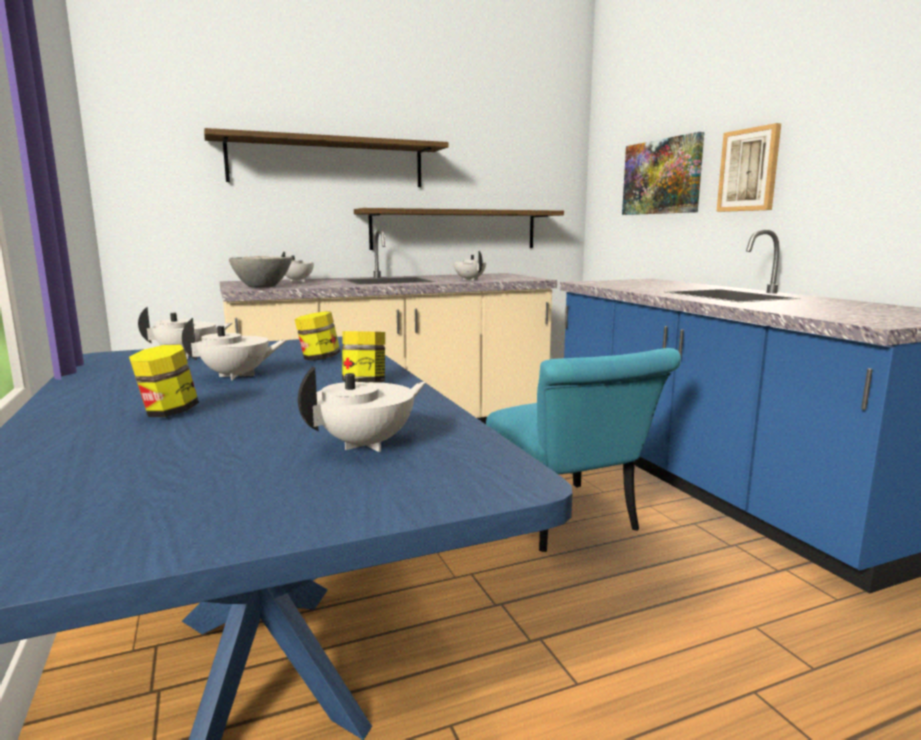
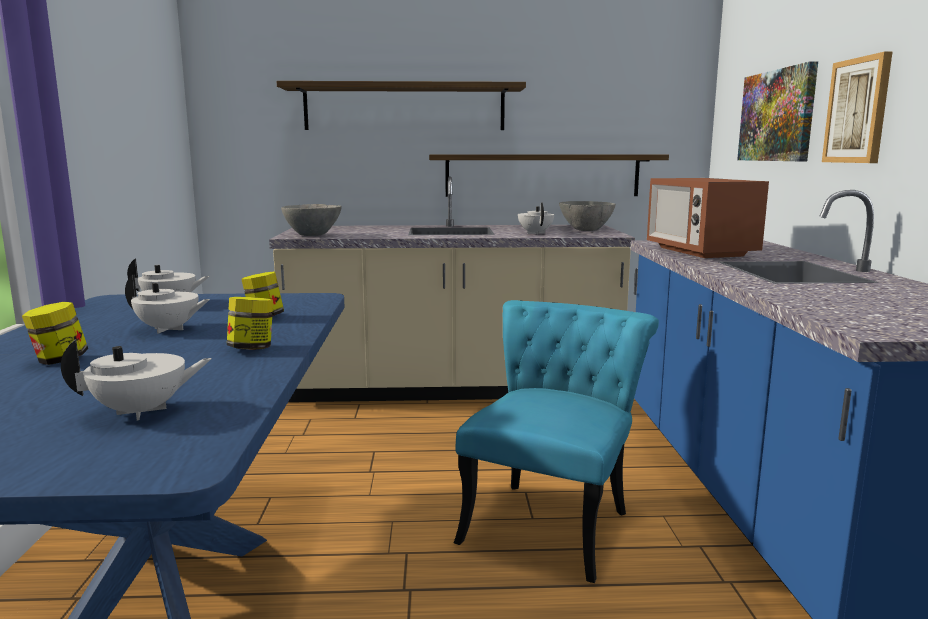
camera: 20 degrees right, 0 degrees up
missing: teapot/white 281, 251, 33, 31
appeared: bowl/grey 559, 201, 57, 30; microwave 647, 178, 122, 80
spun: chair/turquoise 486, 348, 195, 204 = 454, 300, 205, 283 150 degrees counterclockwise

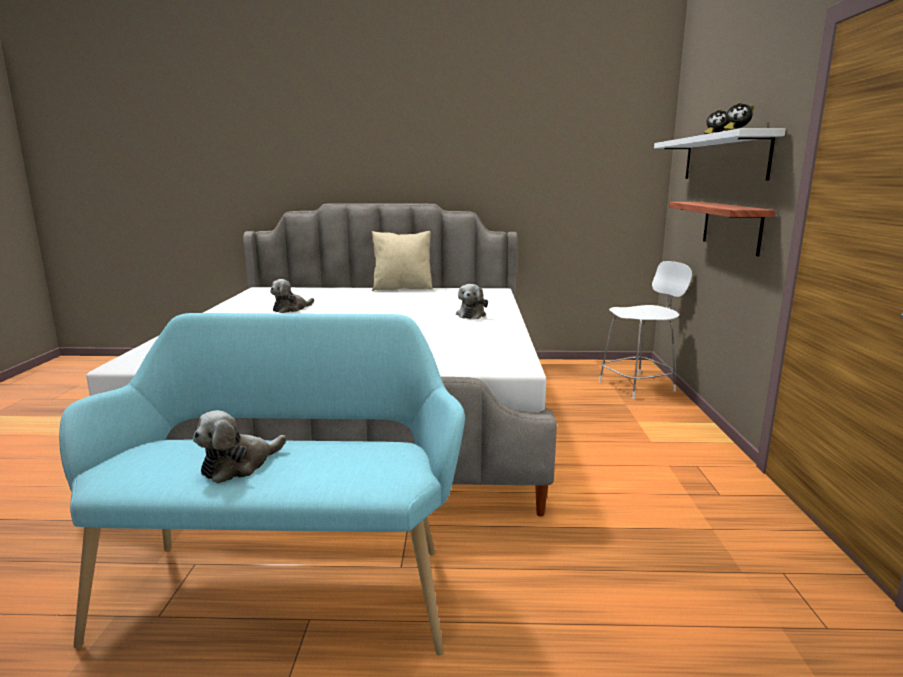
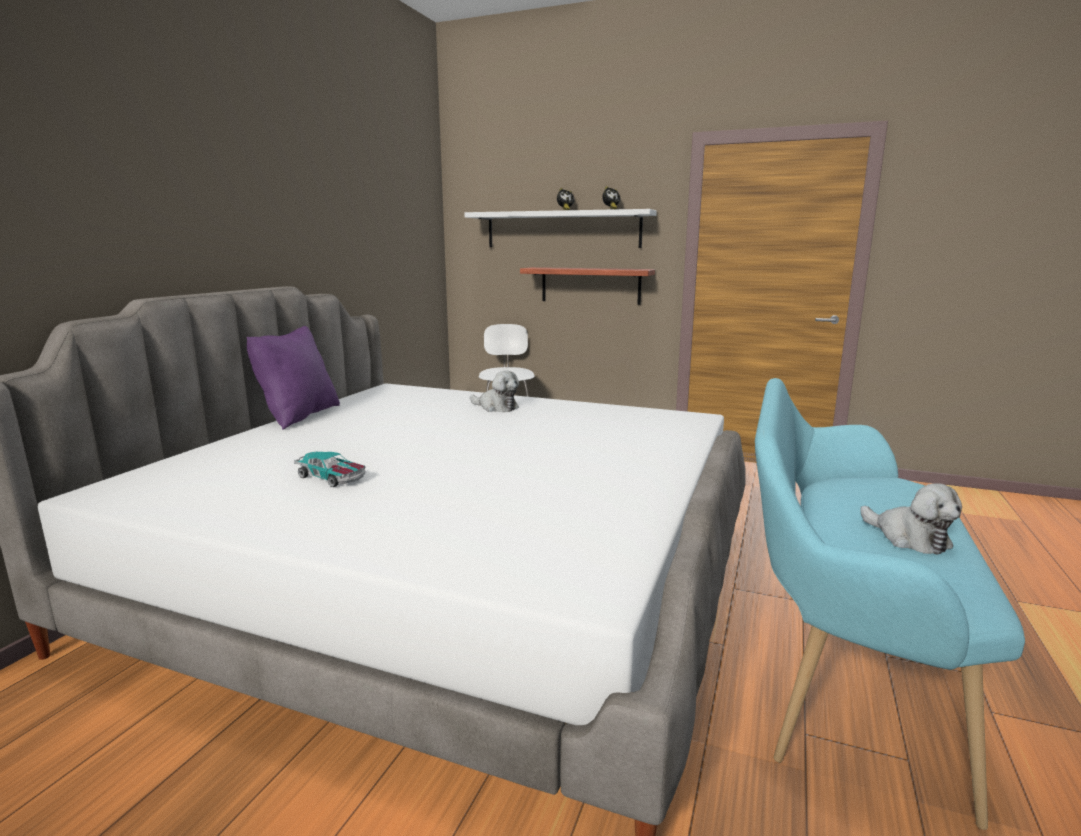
camera: 70 degrees left, 0 degrees up
exchanged: plush toy 270, 279, 44, 34 to toy car 294, 452, 72, 35
colour: pillow/beige 372, 231, 61, 60 to pillow/purple 247, 326, 93, 104

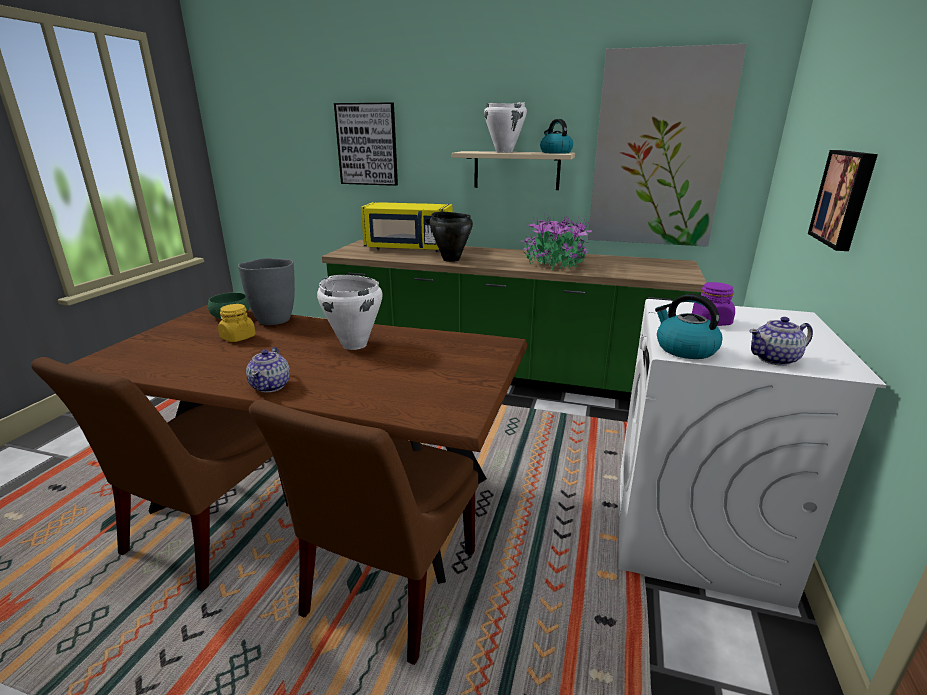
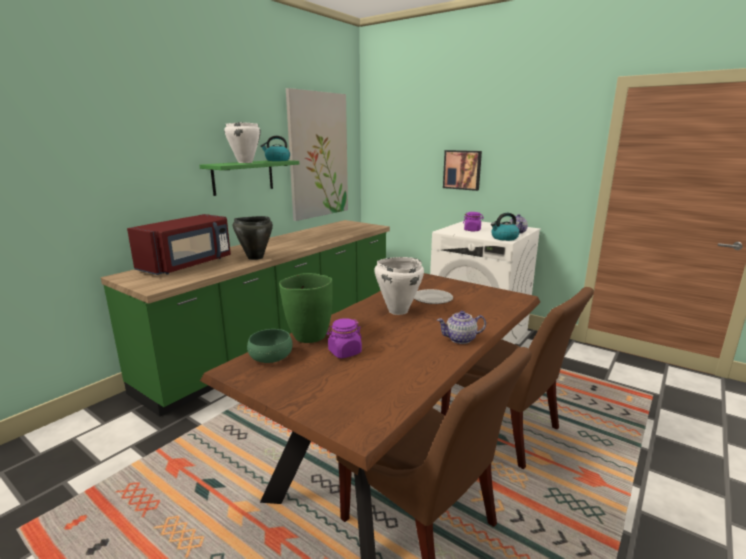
camera: 70 degrees left, 5 degrees down
missing: picture 334, 102, 64, 84; potted plant 521, 214, 71, 56
appeared: plate 414, 289, 39, 15
colour: jar/yellow 218, 304, 38, 38 to jar/purple 326, 318, 36, 40; vase/grey 238, 258, 57, 67 to vase/green 279, 273, 54, 70; microwave/yellow 361, 202, 91, 50 to microwave/red 127, 214, 104, 61; shelf/beige 451, 151, 124, 39 to shelf/green 199, 160, 100, 36
spun: teapot 246, 347, 44, 45 = 437, 311, 49, 33 150 degrees clockwise

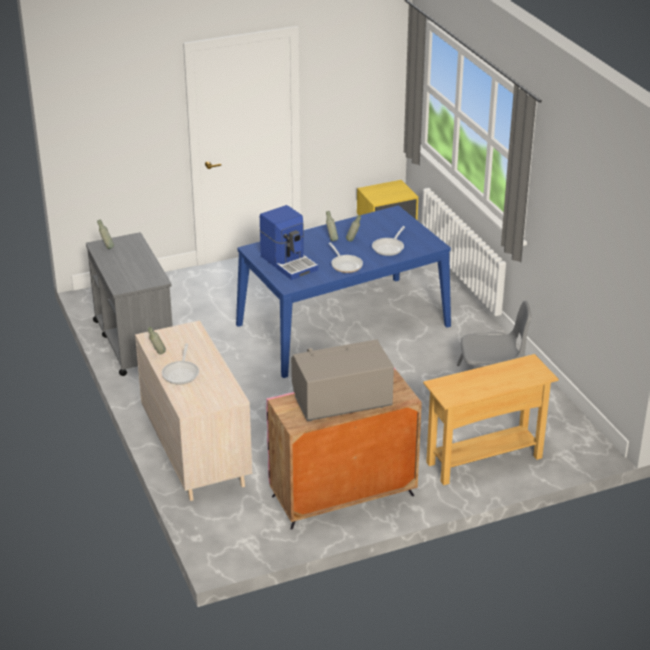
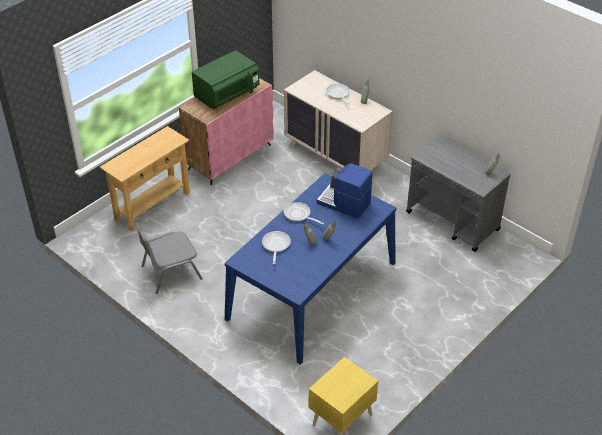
camera: 155 degrees right, 10 degrees up
colour: microwave/grey 291, 339, 103, 82 to microwave/green 192, 50, 67, 60

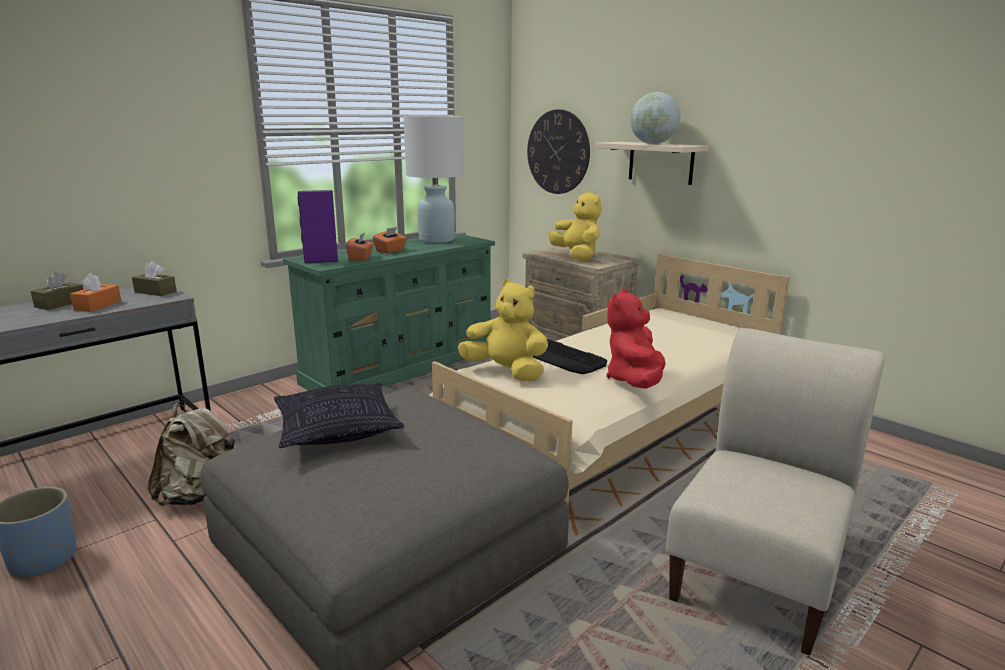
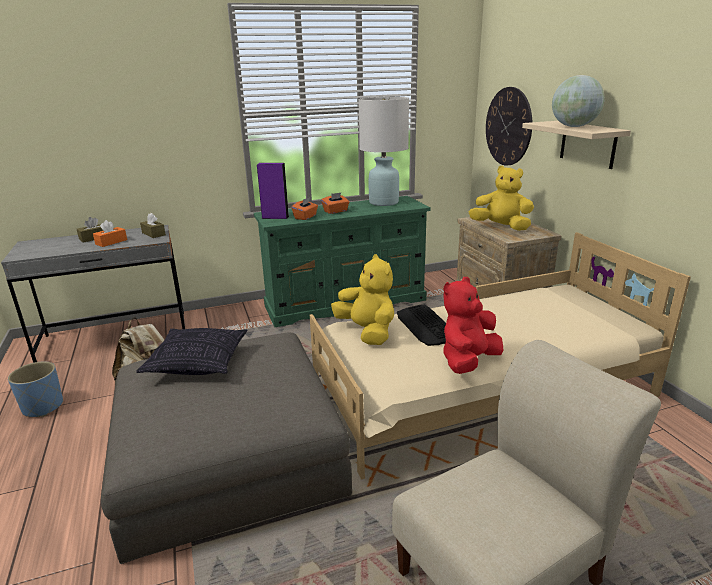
camera: 25 degrees right, 5 degrees up
spun: plush toy/yellow 548, 191, 53, 70 = 469, 165, 65, 66 60 degrees counterclockwise

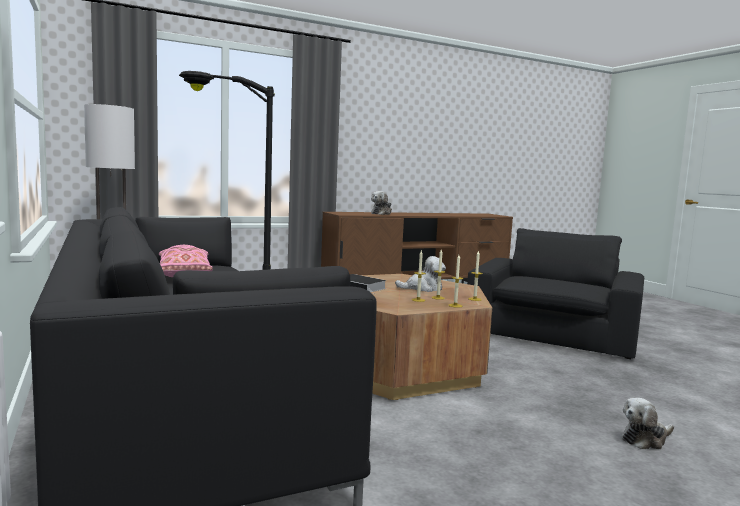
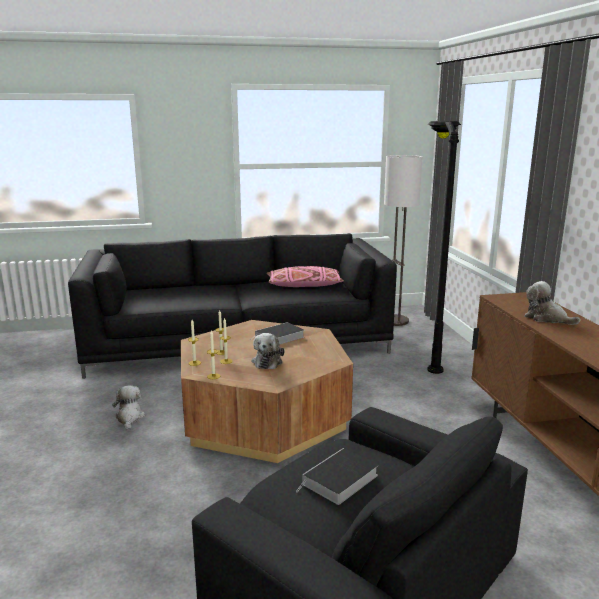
camera: 105 degrees right, 10 degrees up
appeared: book 296, 448, 82, 57
relocated: plush toy 622, 398, 52, 51 to 112, 386, 33, 44

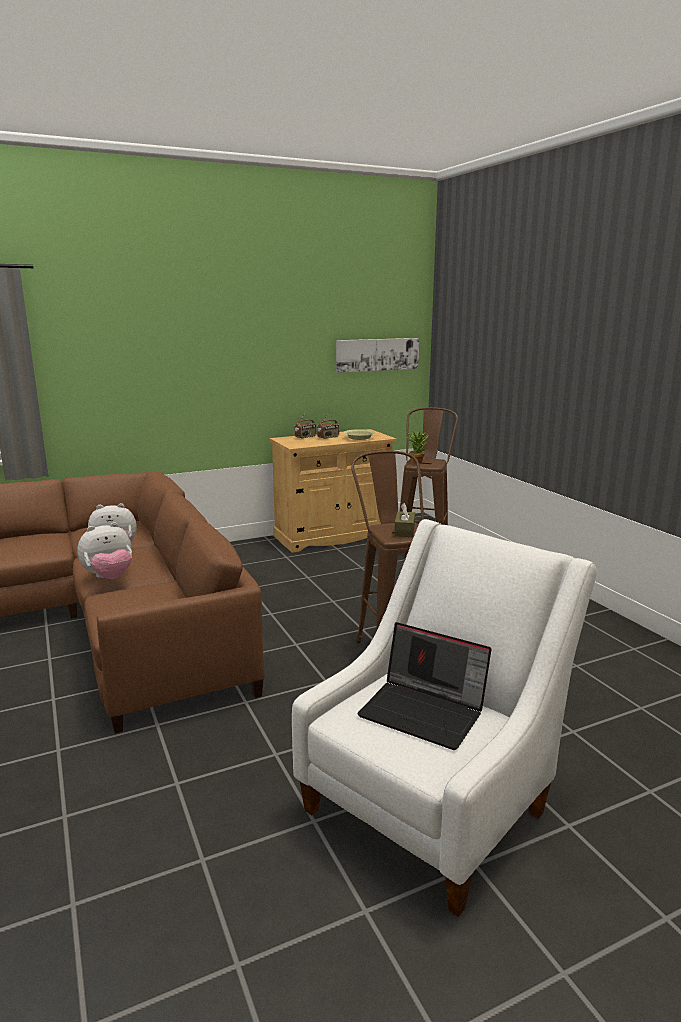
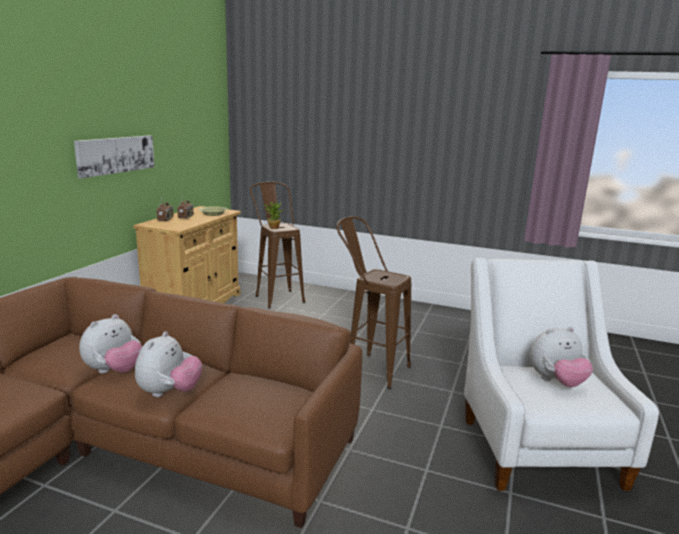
camera: 45 degrees left, 0 degrees up
missing: tissue box/brown 394, 503, 21, 34
relocated: picture 336, 338, 83, 35 to 74, 135, 81, 43
exchanged: laptop 357, 622, 135, 128 to plush toy 530, 327, 63, 60

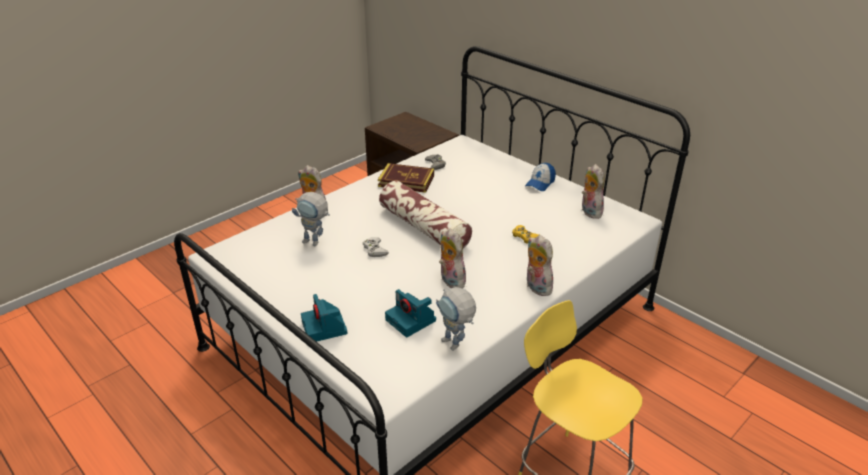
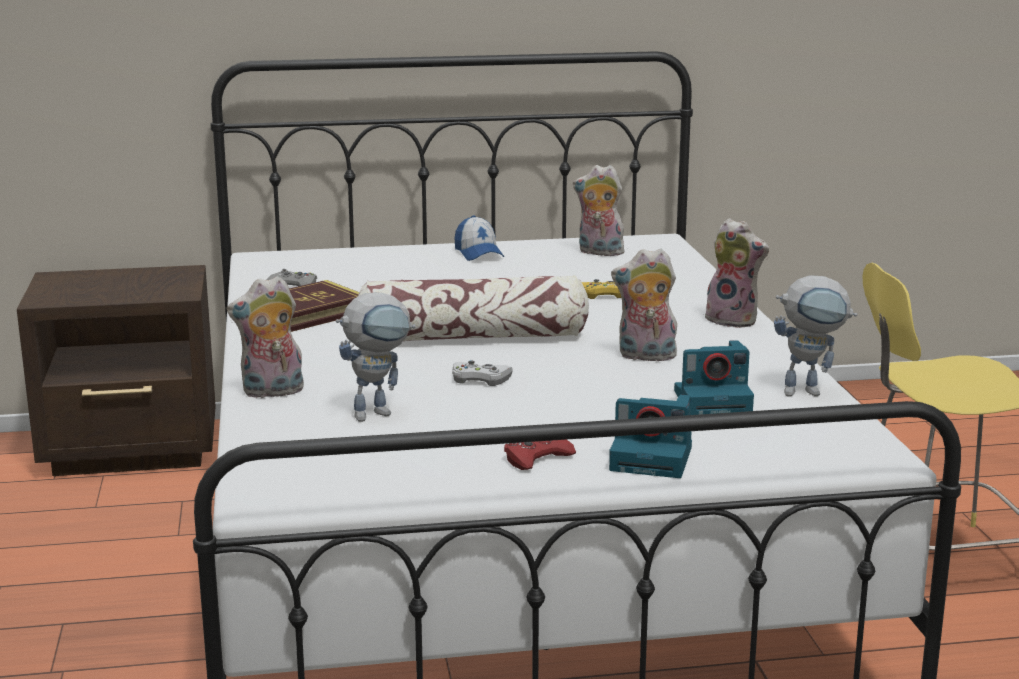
camera: 55 degrees left, 15 degrees down
appeared: game controller/red 504, 440, 72, 30
spun: plush toy 527, 235, 26, 61 = 705, 218, 64, 110 150 degrees counterclockwise

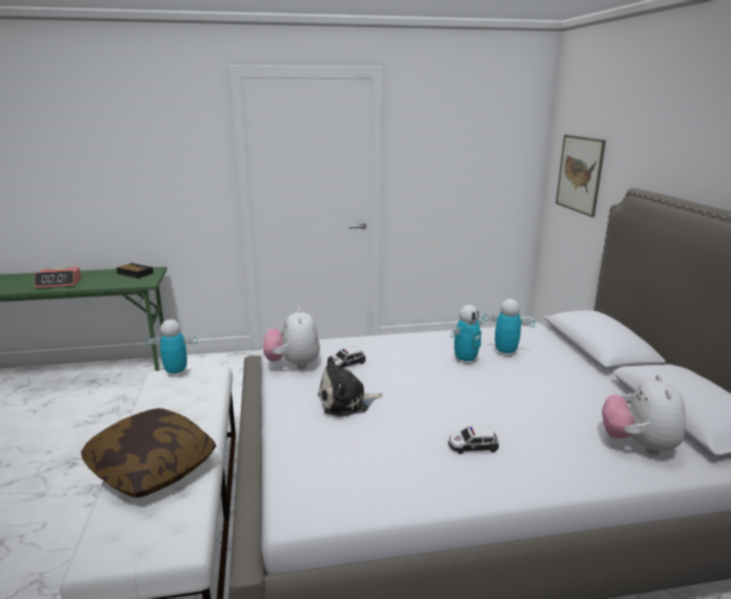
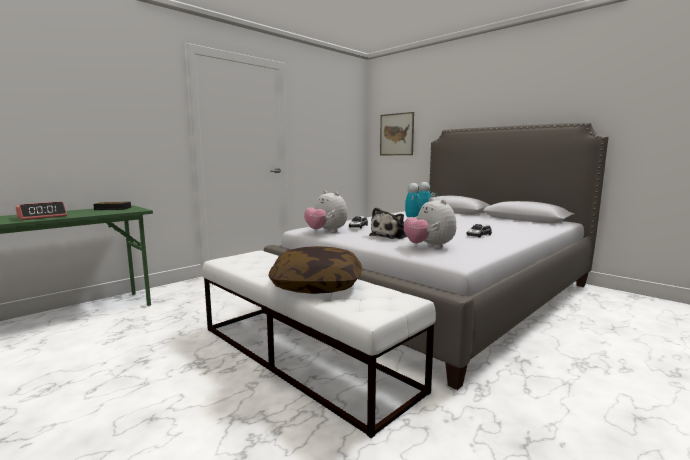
camera: 35 degrees left, 10 degrees down
missing: toy robot 146, 319, 52, 57
relocated: plush toy 602, 374, 84, 81 to 404, 198, 52, 51

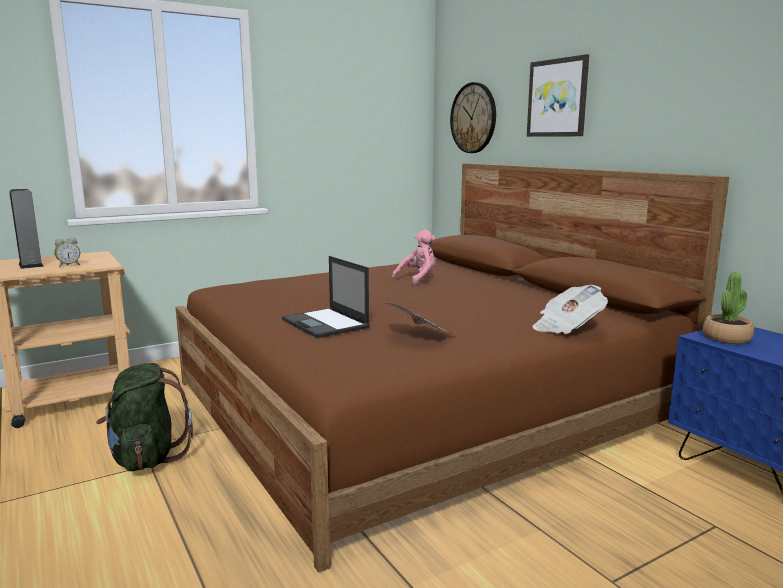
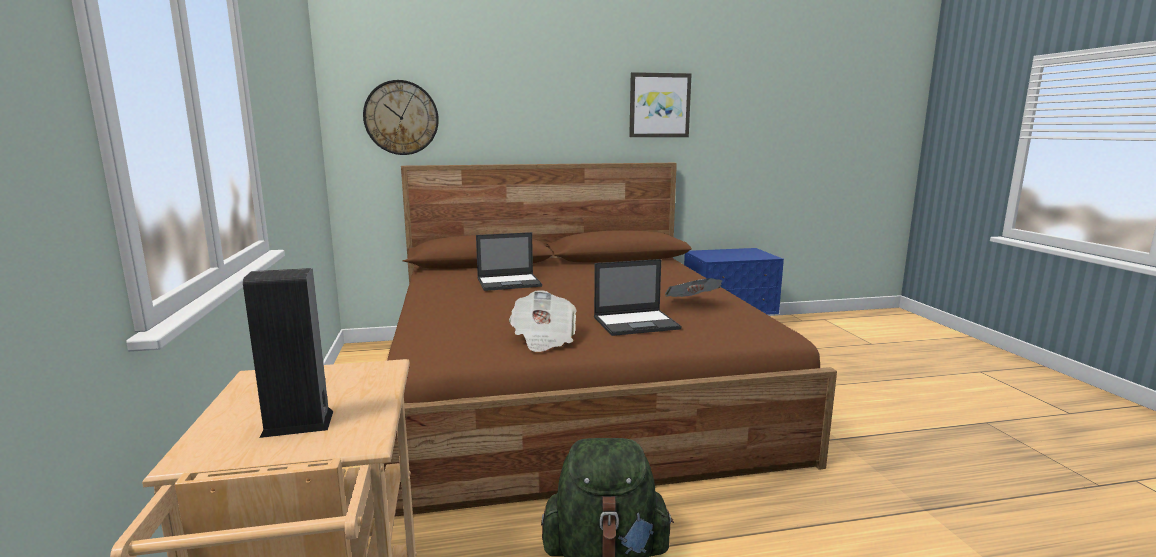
camera: 70 degrees left, 0 degrees up
missing: alarm clock 55, 238, 25, 29; potted plant 703, 272, 51, 72
relocated: picture 527, 54, 62, 83 to 629, 72, 63, 65; newspaper 532, 285, 76, 49 to 509, 290, 68, 62
exchanged: plush toy/pink 392, 230, 44, 55 to laptop 476, 232, 66, 59

